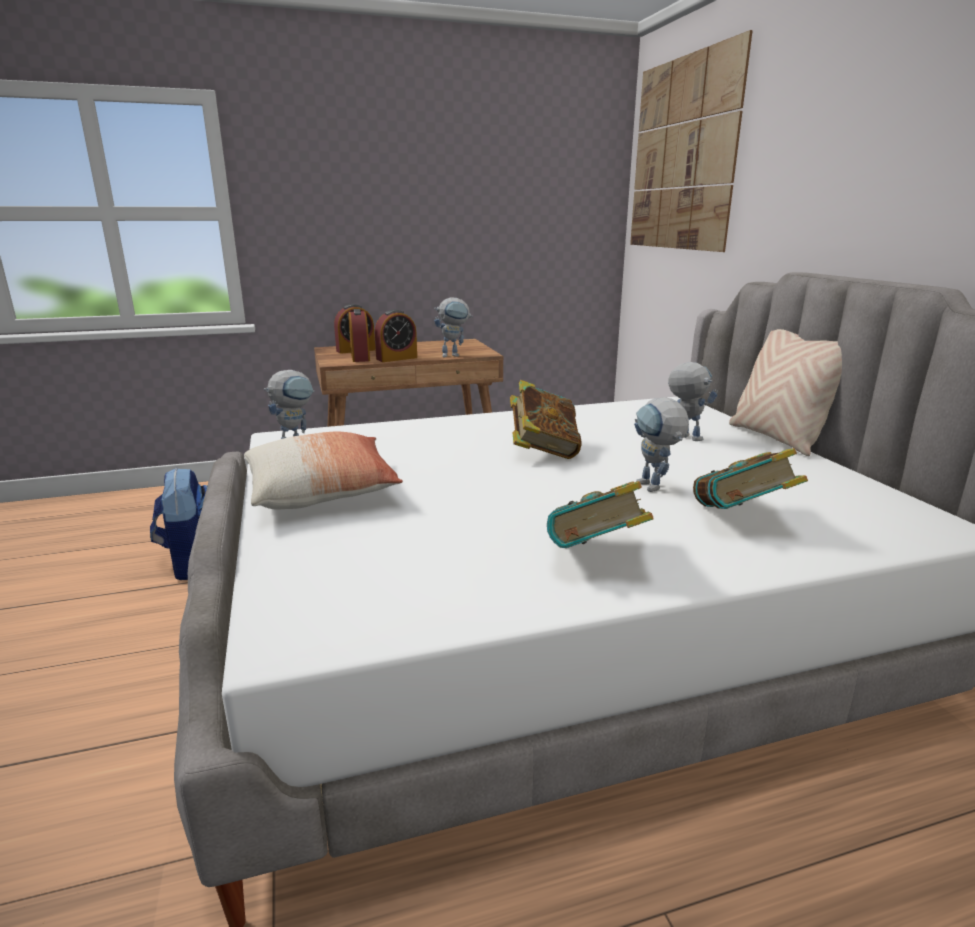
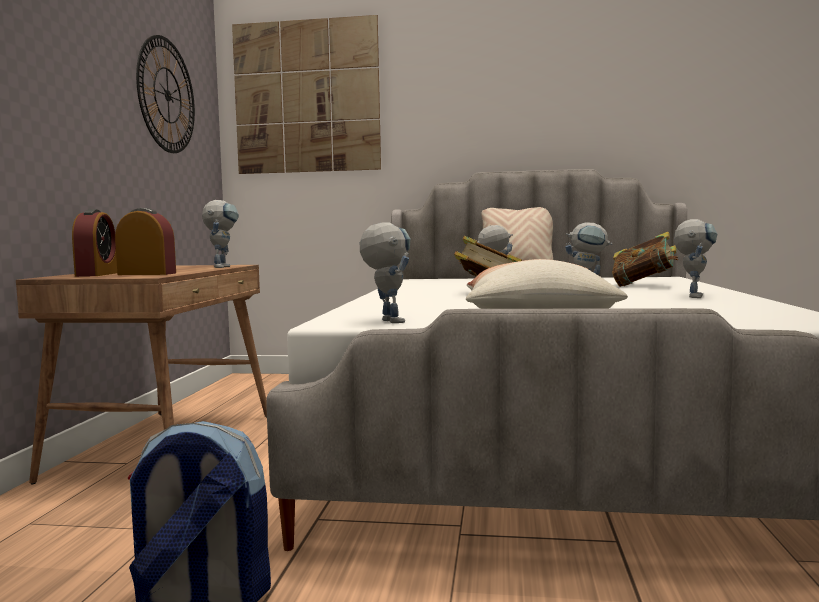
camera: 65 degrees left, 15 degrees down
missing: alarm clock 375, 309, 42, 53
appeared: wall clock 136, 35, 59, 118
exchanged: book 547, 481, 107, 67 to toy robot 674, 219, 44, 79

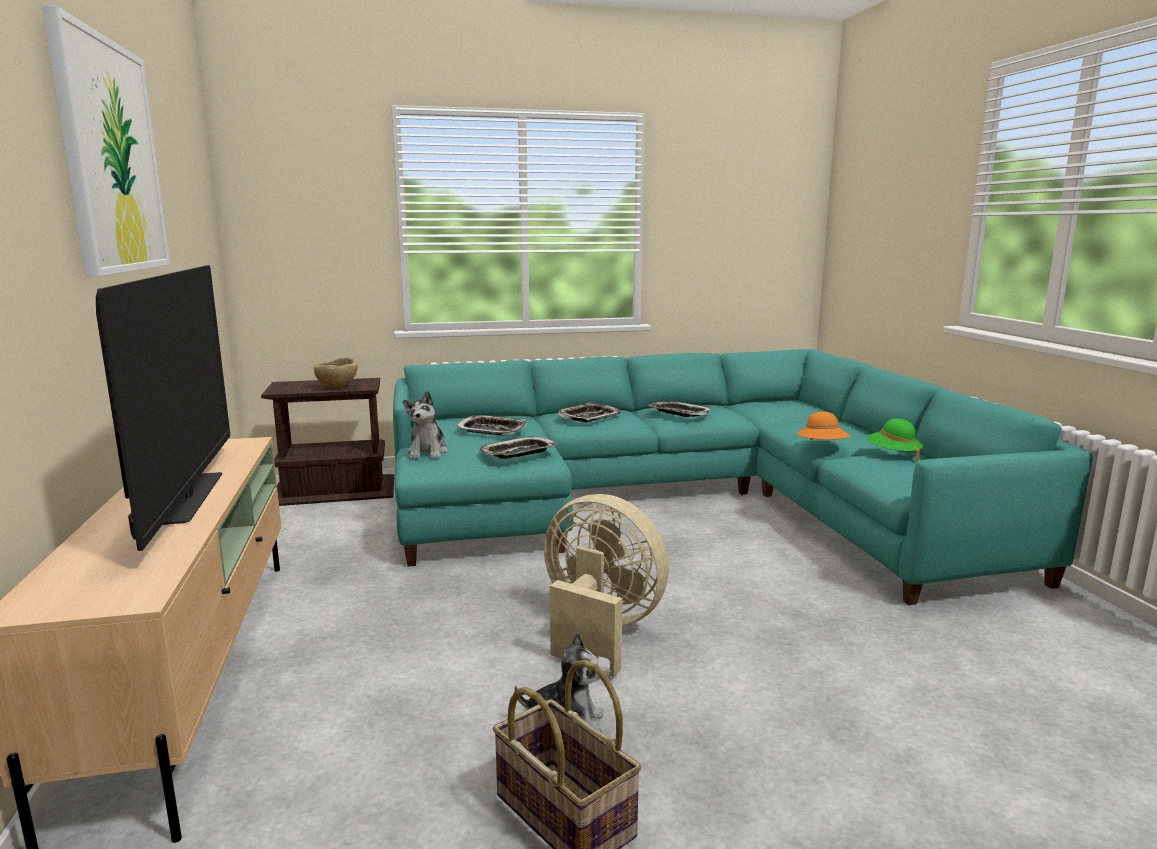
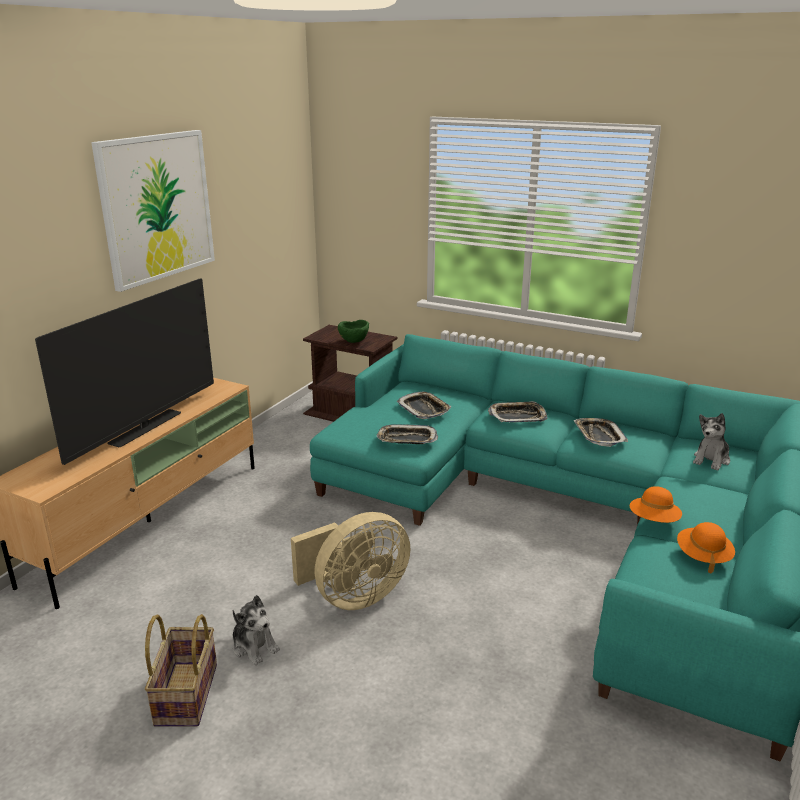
camera: 40 degrees right, 10 degrees up
relocated: plush toy 403, 391, 45, 68 to 693, 413, 37, 58
colour: bowl/beige 314, 358, 44, 30 to bowl/green 338, 320, 31, 23; hat/green 866, 419, 57, 42 to hat/orange 677, 522, 58, 52
spun: fan/beige 544, 494, 125, 183 = 291, 512, 119, 98 75 degrees clockwise

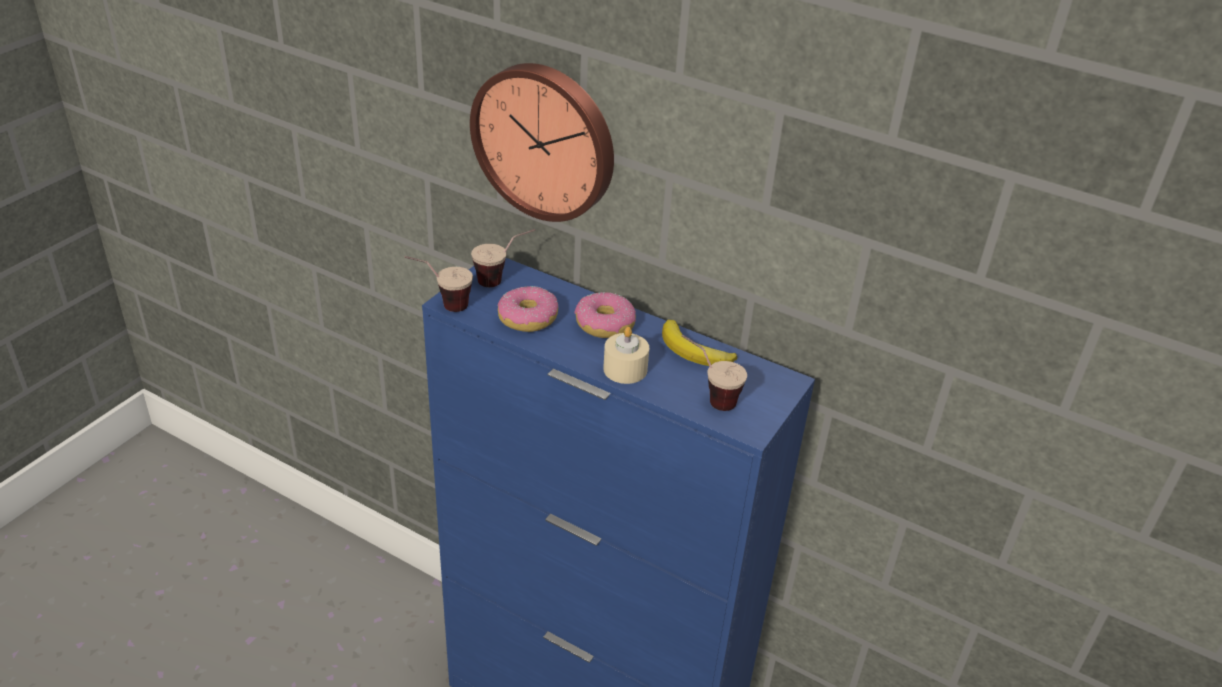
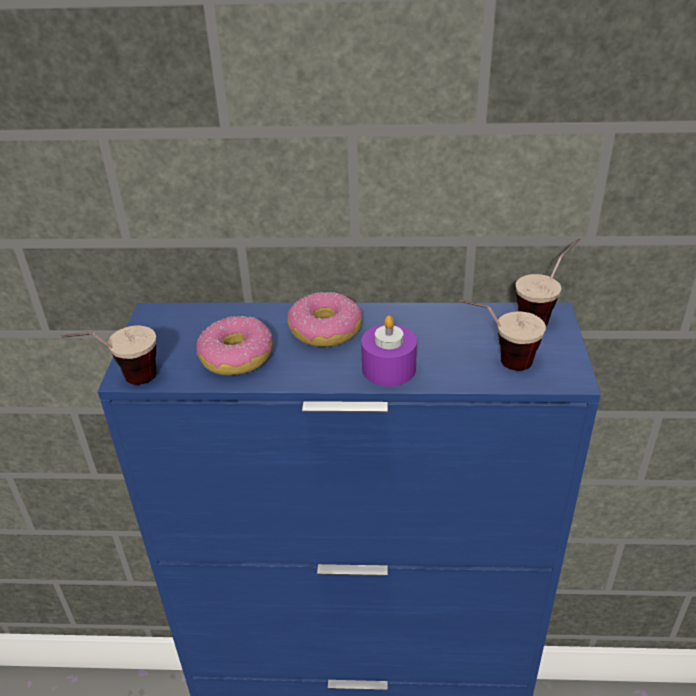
camera: 25 degrees left, 0 degrees up
missing: wall clock 470, 63, 144, 159; banana 662, 320, 75, 46
relocated: cup 471, 229, 64, 58 to 516, 238, 64, 88
colour: candle/beige 603, 327, 46, 57 to candle/purple 361, 316, 56, 71

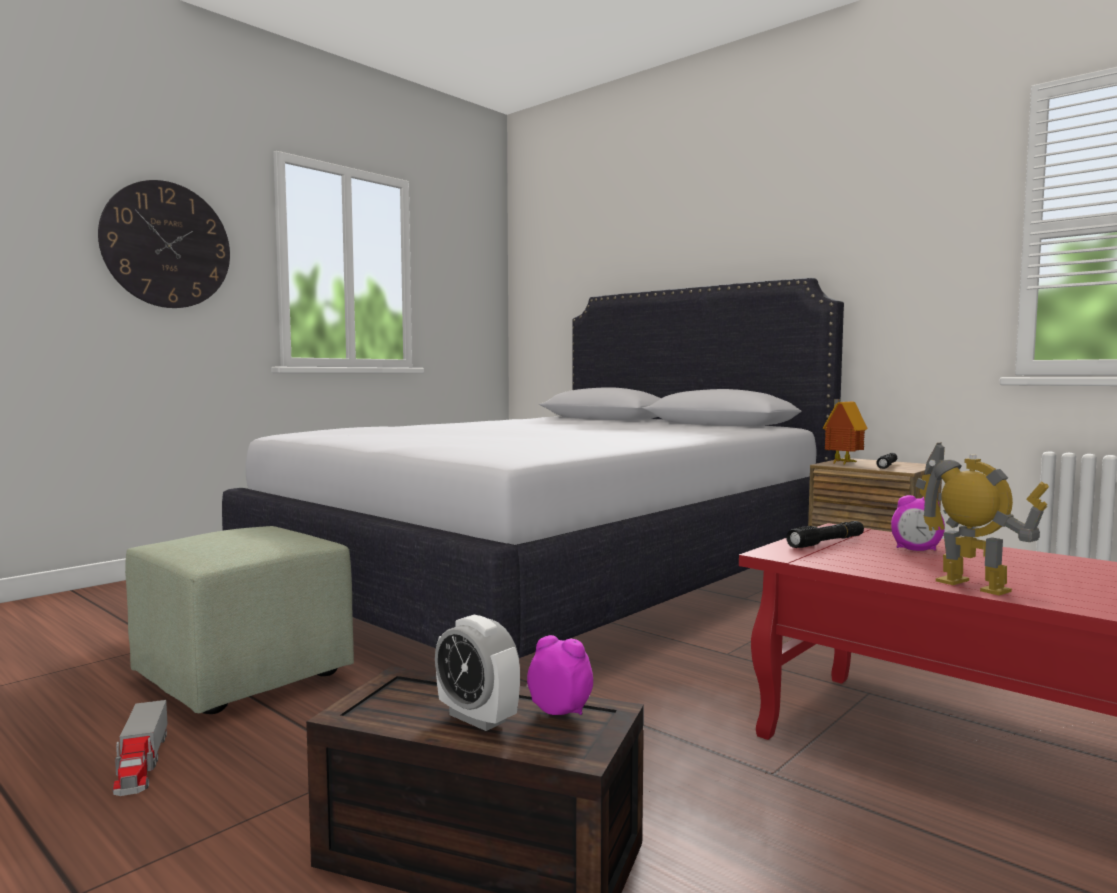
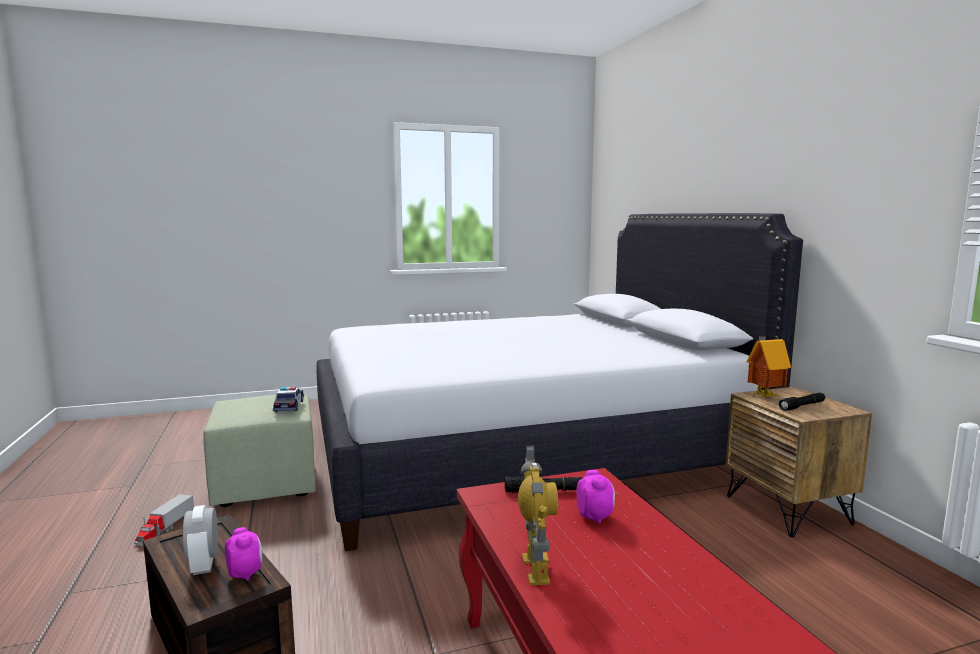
camera: 30 degrees right, 5 degrees up
missing: wall clock 98, 180, 132, 128
appeared: toy car 273, 387, 31, 25
spun: alarm clock 891, 495, 54, 56 = 576, 470, 39, 54 150 degrees counterclockwise

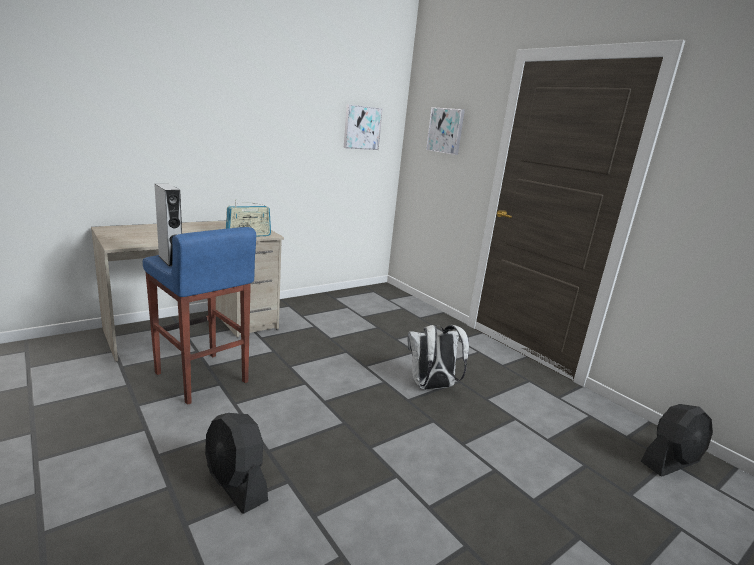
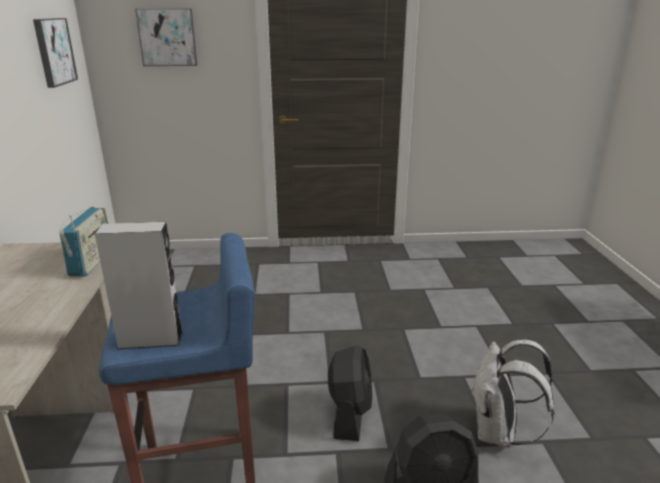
camera: 55 degrees left, 5 degrees up
relocated: backpack/white 407, 325, 62, 65 to 471, 340, 83, 108; fan/black 641, 404, 72, 73 to 328, 346, 44, 95

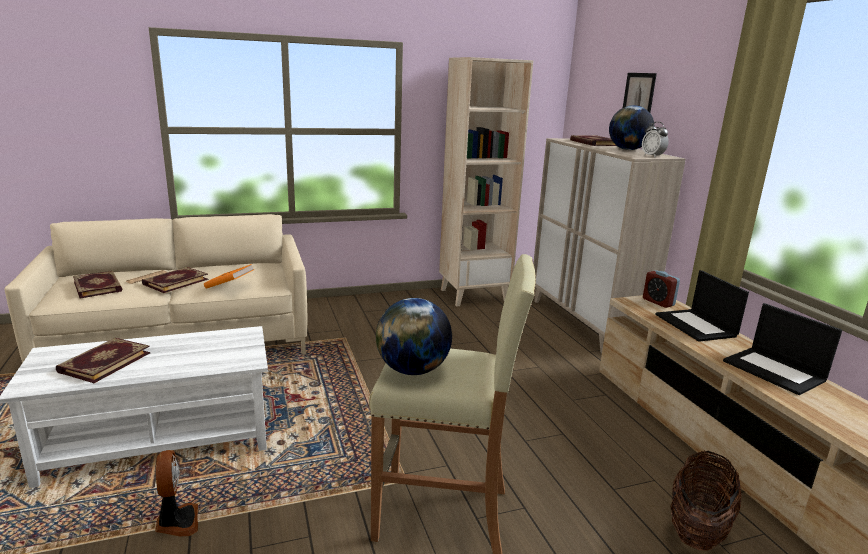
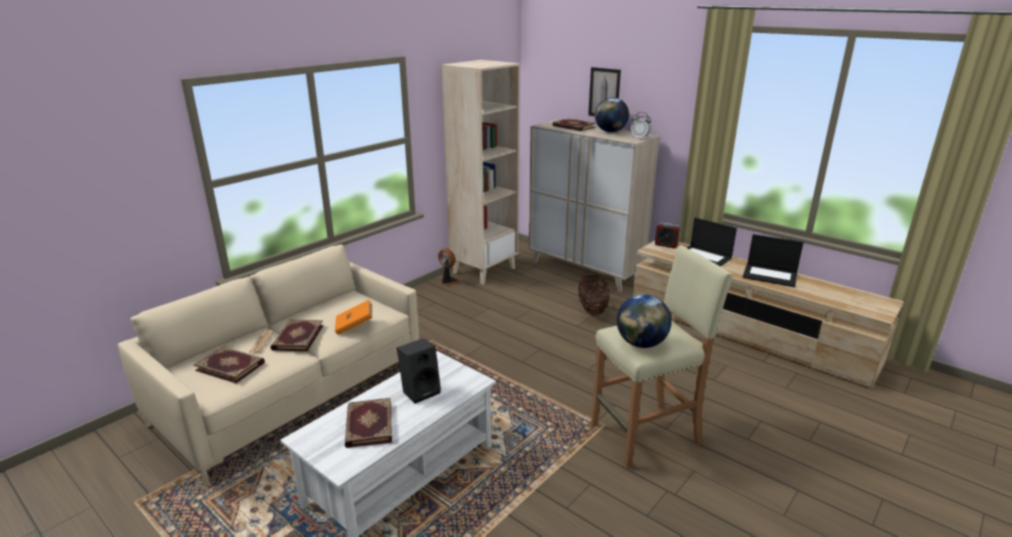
camera: 30 degrees left, 5 degrees up
appeared: speaker/black 397, 338, 44, 66
relocated: fan 155, 450, 43, 86 to 438, 248, 23, 38; basket 671, 450, 71, 101 to 578, 272, 32, 43

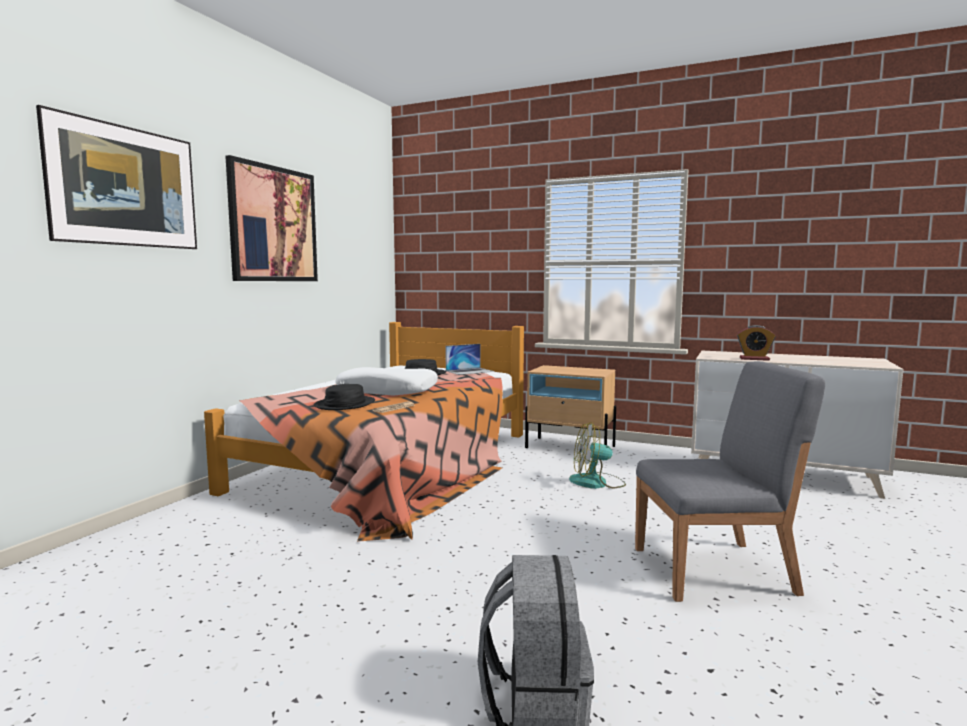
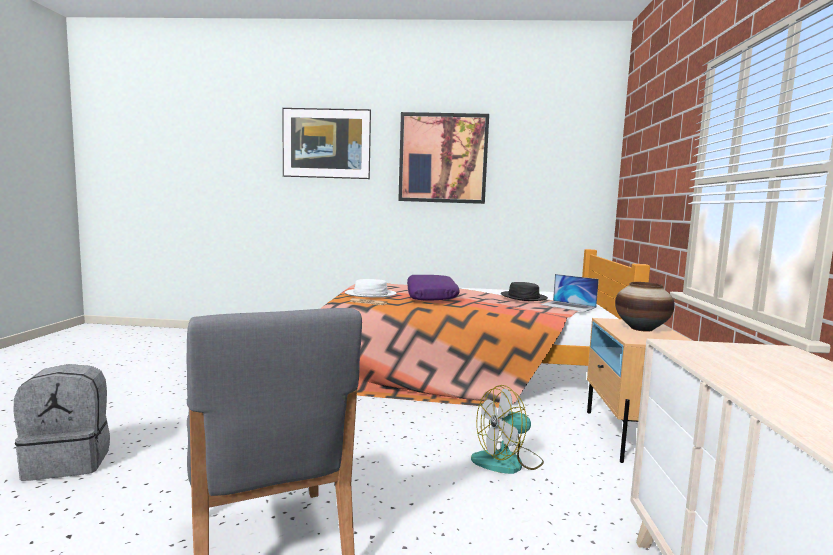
camera: 70 degrees right, 0 degrees up
missing: alarm clock 737, 325, 38, 36
appeared: vase 615, 282, 60, 50
colour: hat/black 313, 384, 62, 26 to hat/white 345, 279, 52, 18; pillow/white 335, 367, 103, 29 to pillow/purple 407, 275, 53, 25
spun: fan 569, 422, 57, 67 = 471, 385, 73, 89 90 degrees counterclockwise

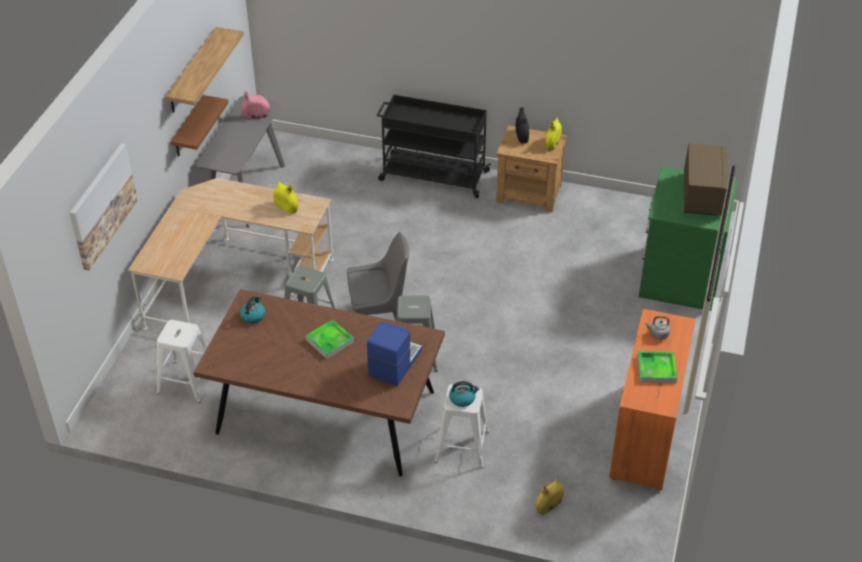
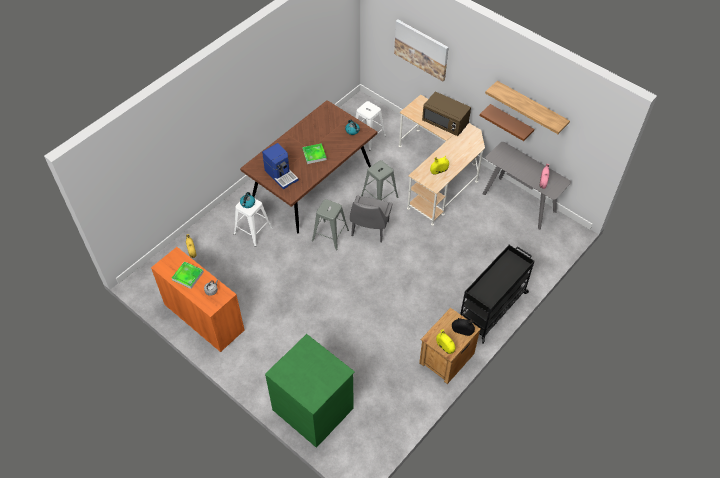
camera: 115 degrees right, 10 degrees up
relocated: microwave/brown 684, 143, 44, 73 to 422, 92, 49, 44

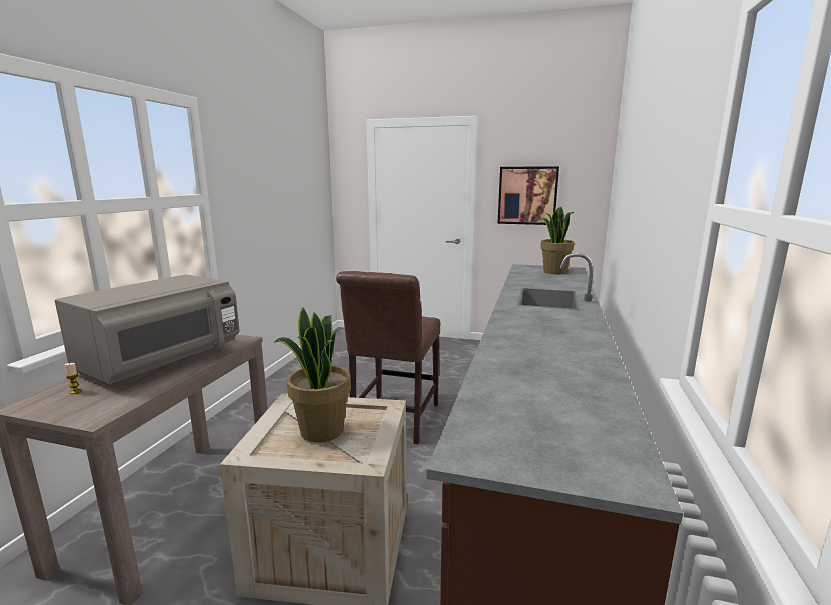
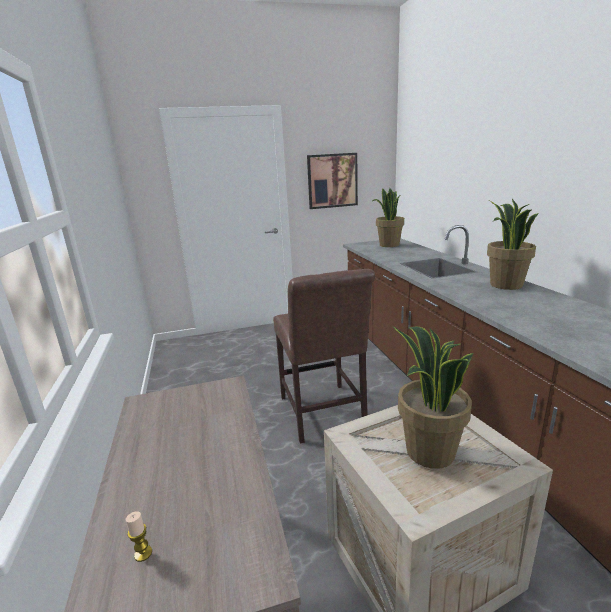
camera: 30 degrees left, 5 degrees up
missing: microwave/grey 55, 274, 184, 110
appeared: potted plant 487, 199, 52, 91

